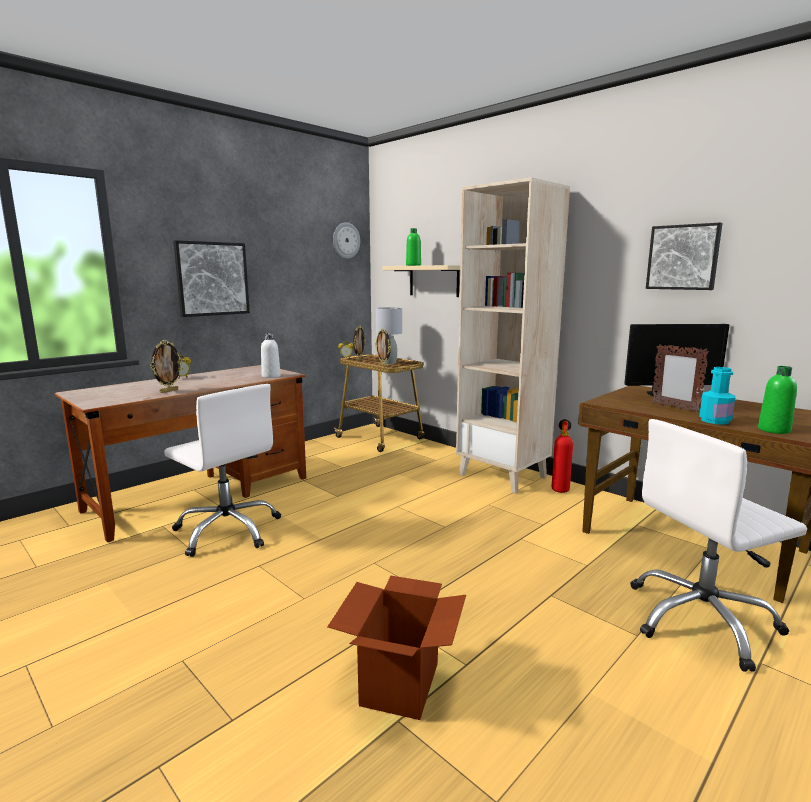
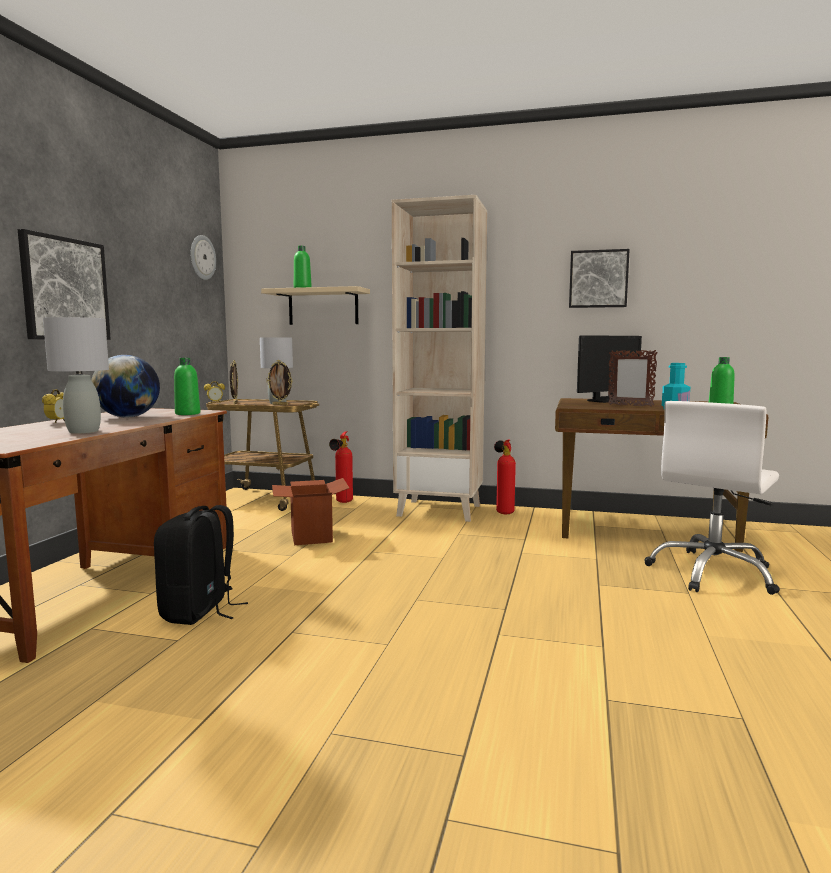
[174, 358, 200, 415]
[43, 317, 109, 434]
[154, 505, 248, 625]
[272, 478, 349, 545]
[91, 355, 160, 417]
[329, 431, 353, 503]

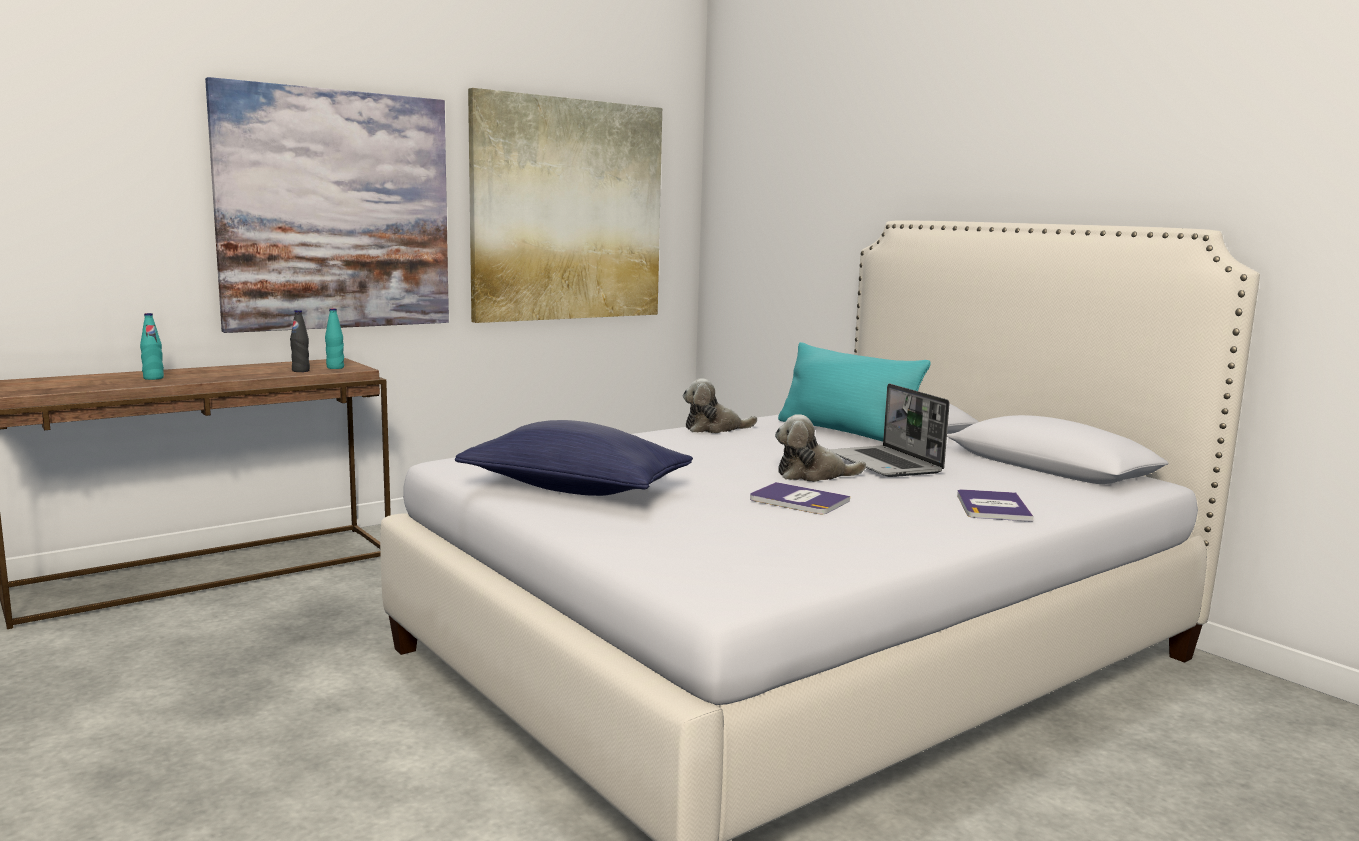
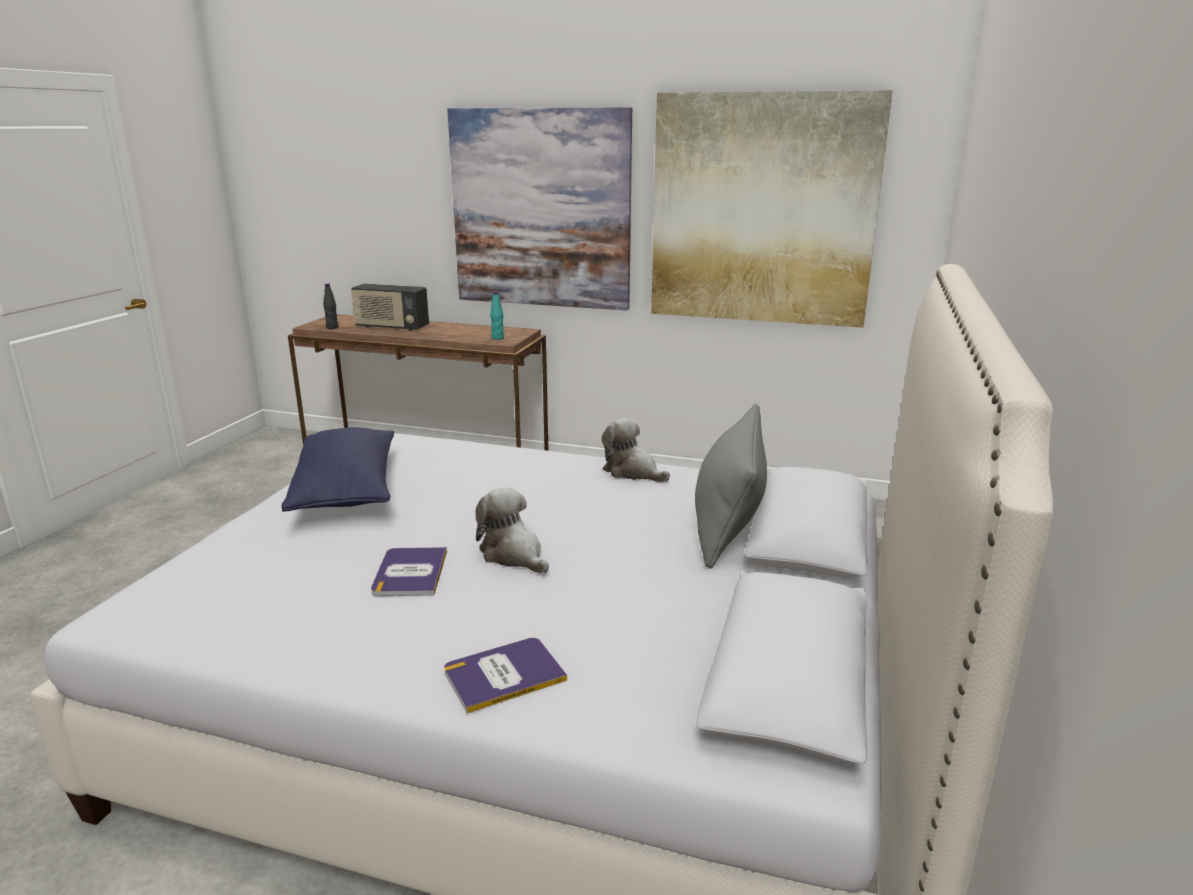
[323, 284, 338, 329]
[351, 284, 429, 331]
[695, 403, 767, 569]
[830, 384, 950, 477] (first image)

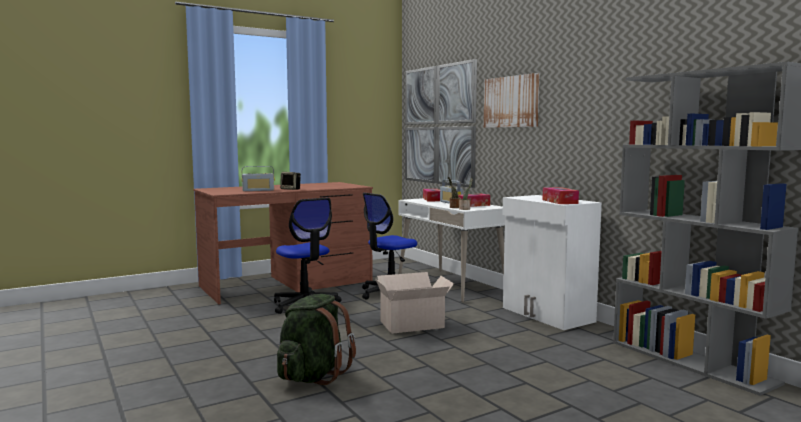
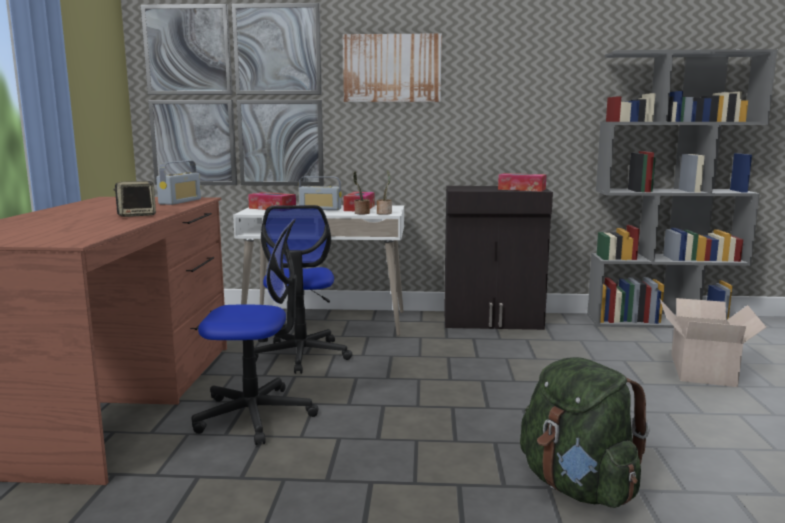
[156, 160, 201, 205]
[444, 186, 553, 330]
[659, 298, 766, 387]

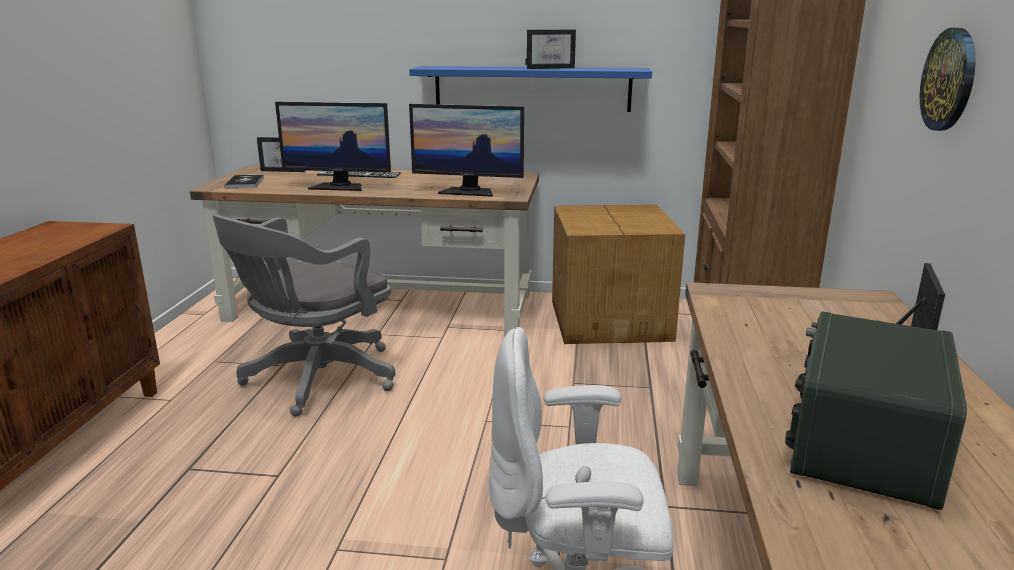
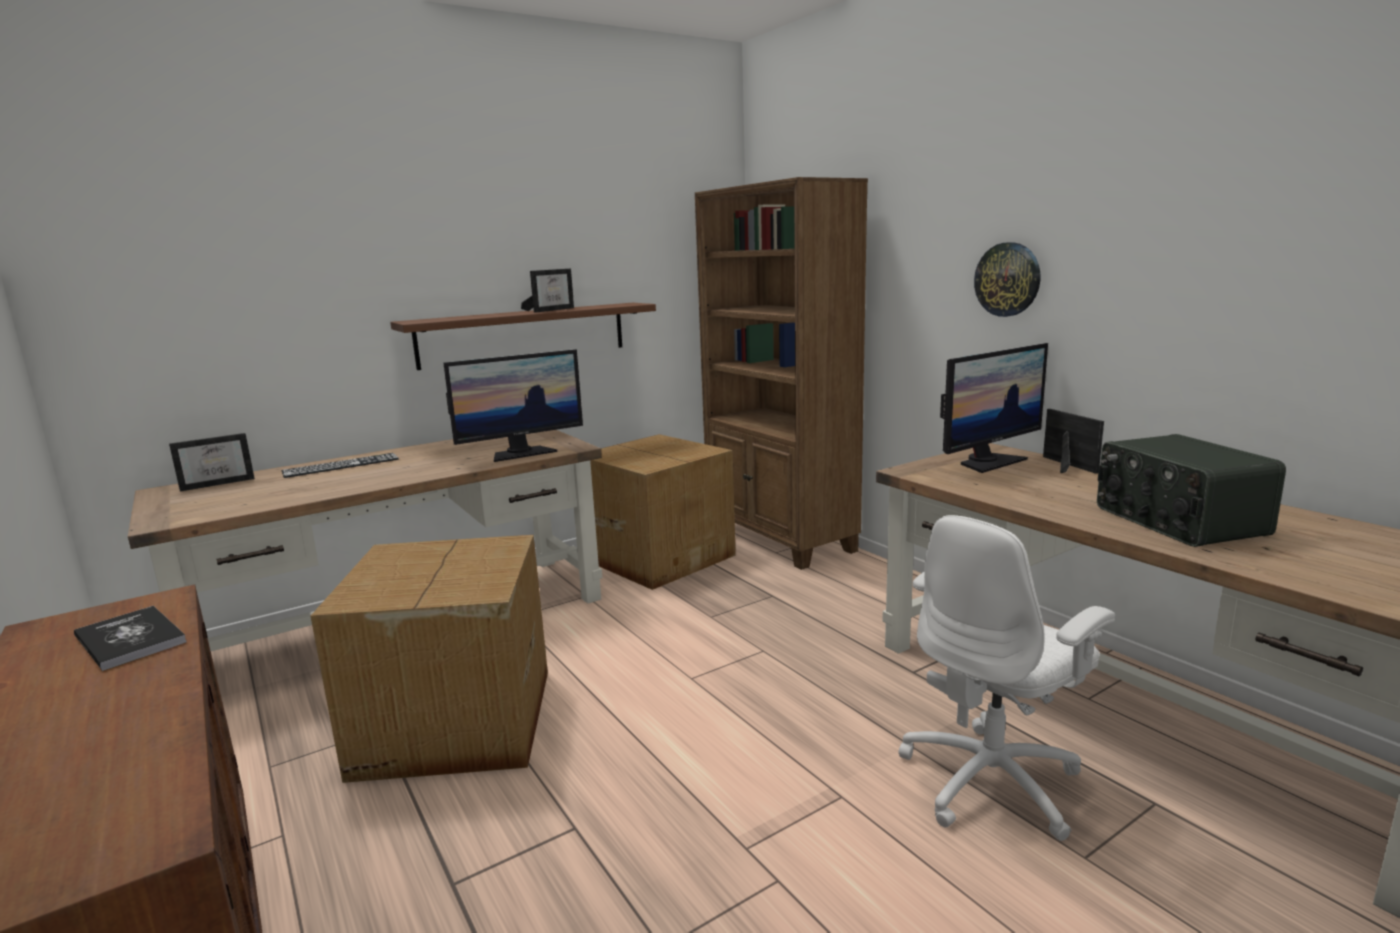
[390, 303, 656, 370]
[940, 343, 1048, 473]
[74, 606, 187, 671]
[311, 535, 548, 783]

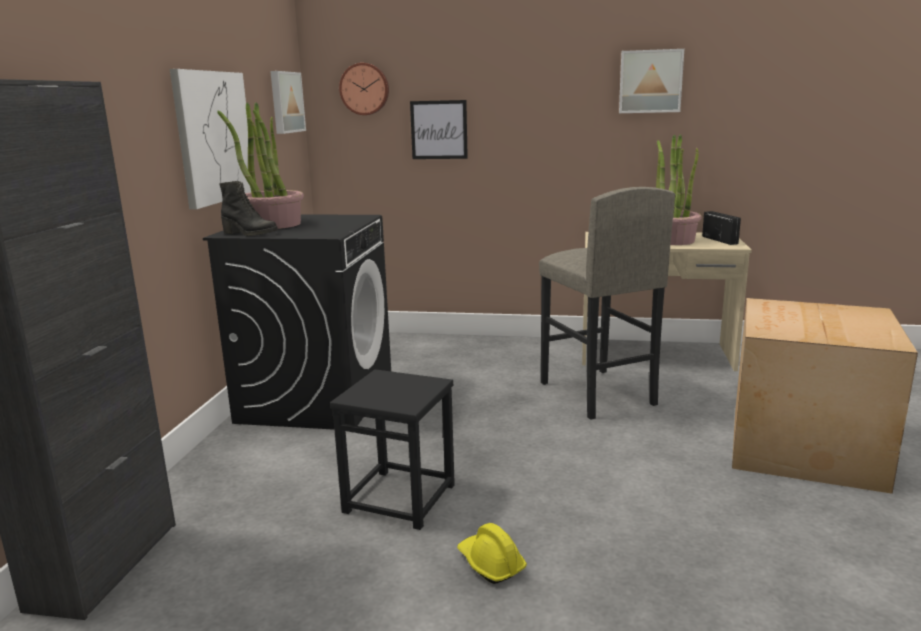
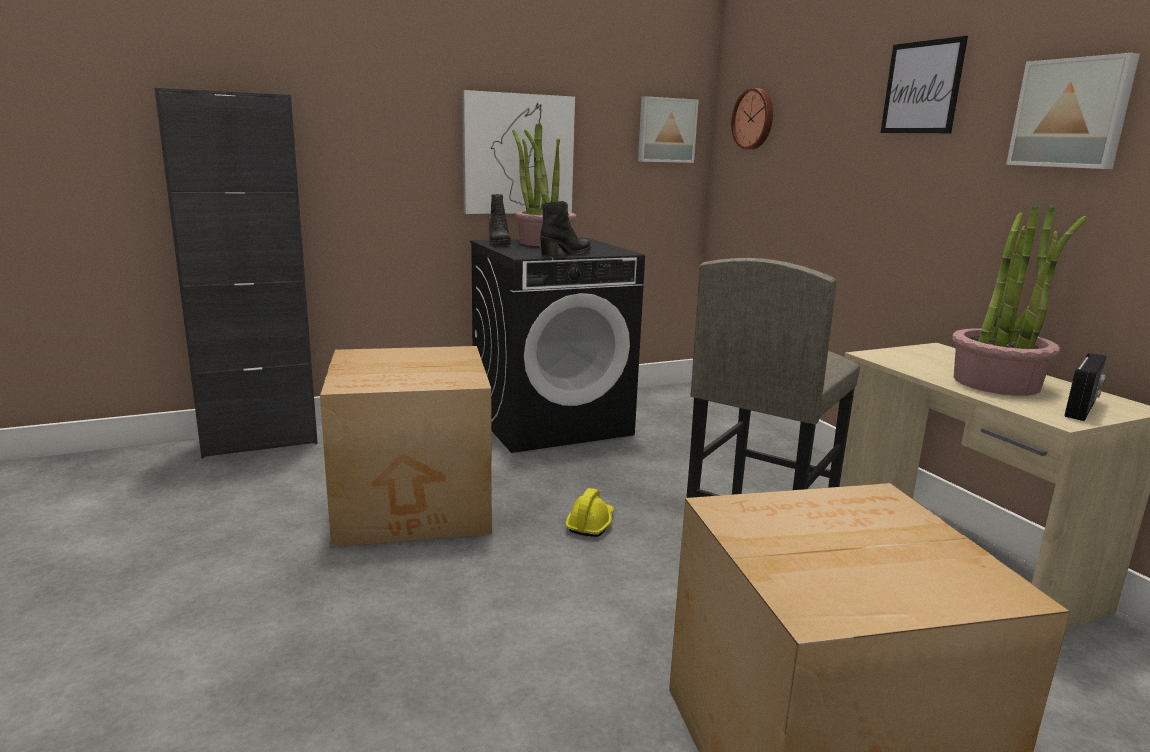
[880, 36, 968, 133]
[320, 346, 492, 547]
[566, 488, 614, 537]
[540, 201, 591, 256]

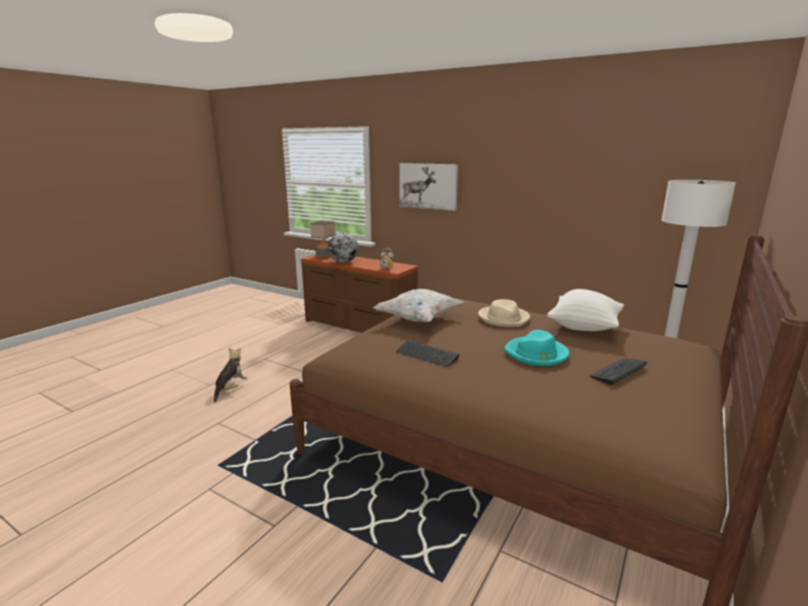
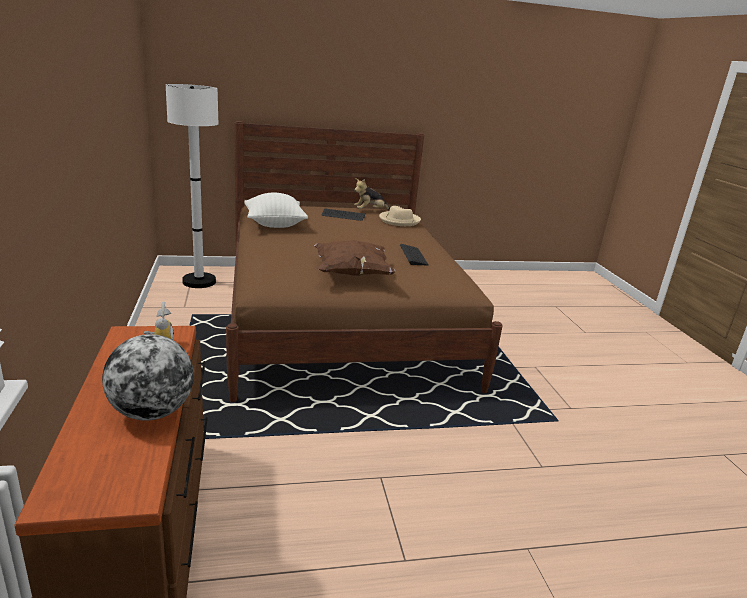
[399, 163, 458, 211] (first image)
[310, 221, 335, 258] (first image)
[314, 240, 396, 276]
[379, 206, 421, 226]
[504, 330, 569, 366] (first image)
[354, 178, 390, 210]

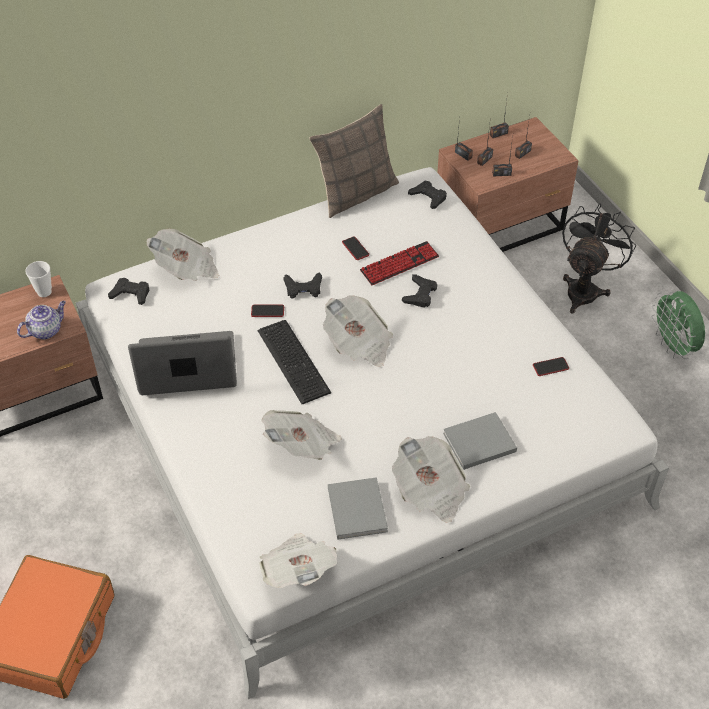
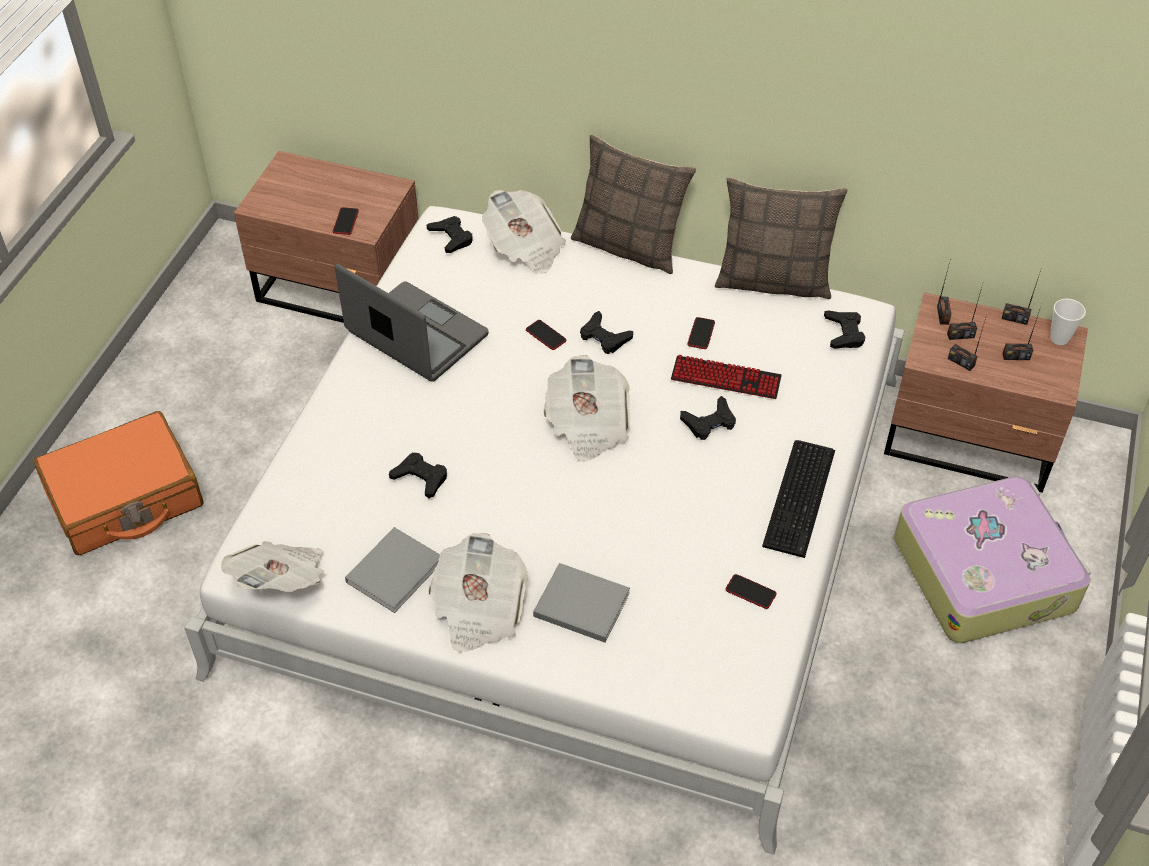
[894, 476, 1091, 643]
[1050, 299, 1086, 345]
[651, 291, 705, 359] (first image)
[333, 207, 359, 235]
[762, 440, 835, 558]
[389, 453, 447, 499]
[571, 134, 696, 274]

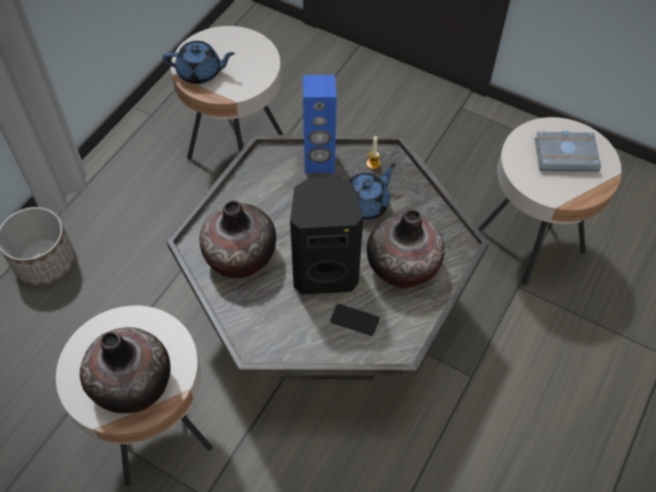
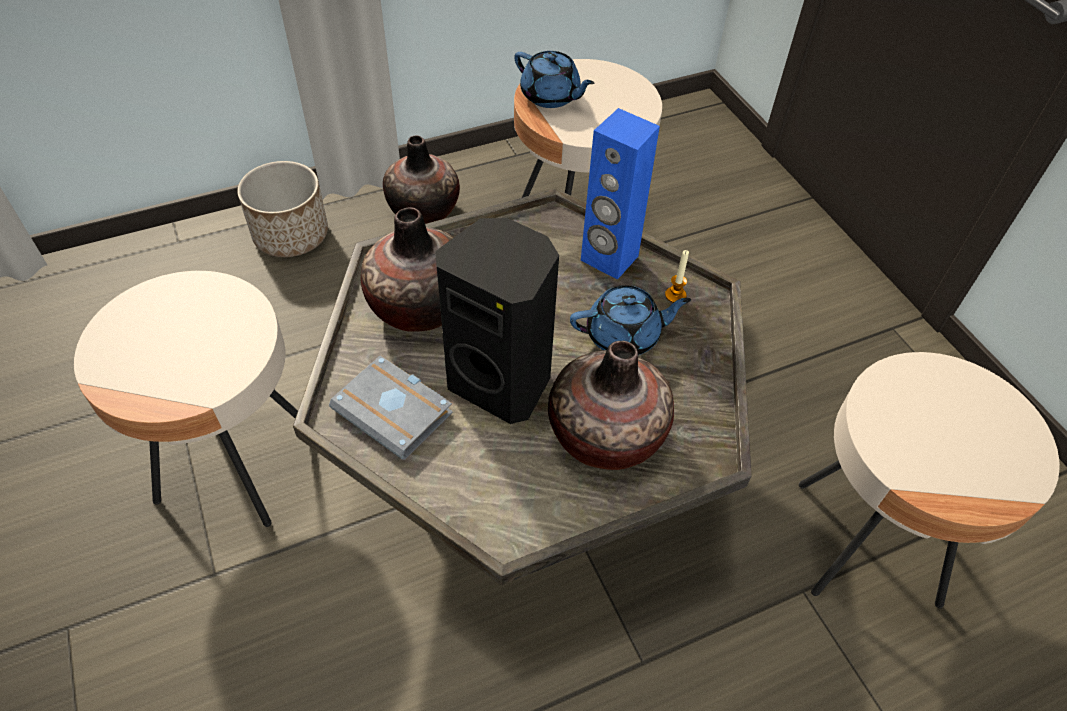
[329, 355, 453, 460]
[330, 304, 380, 336] (first image)
[383, 135, 460, 224]

